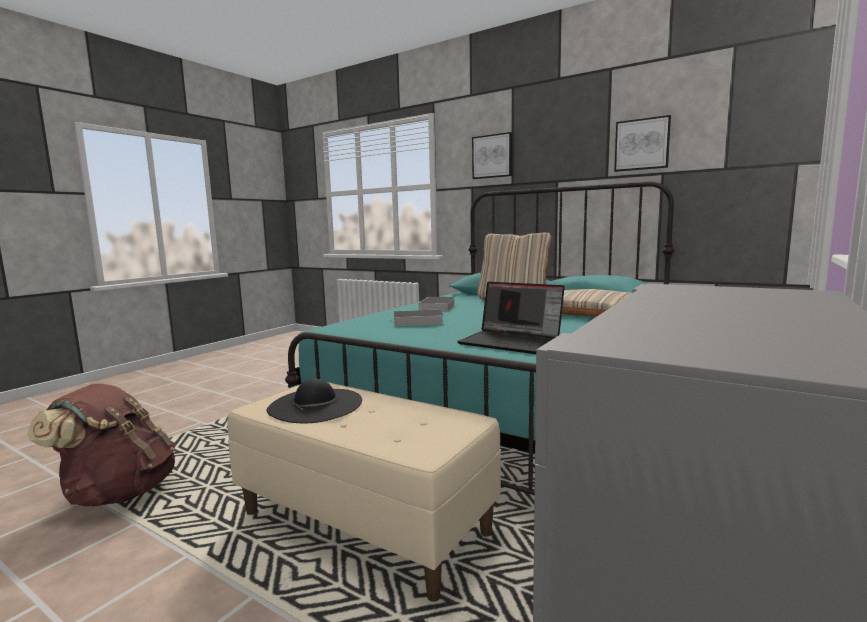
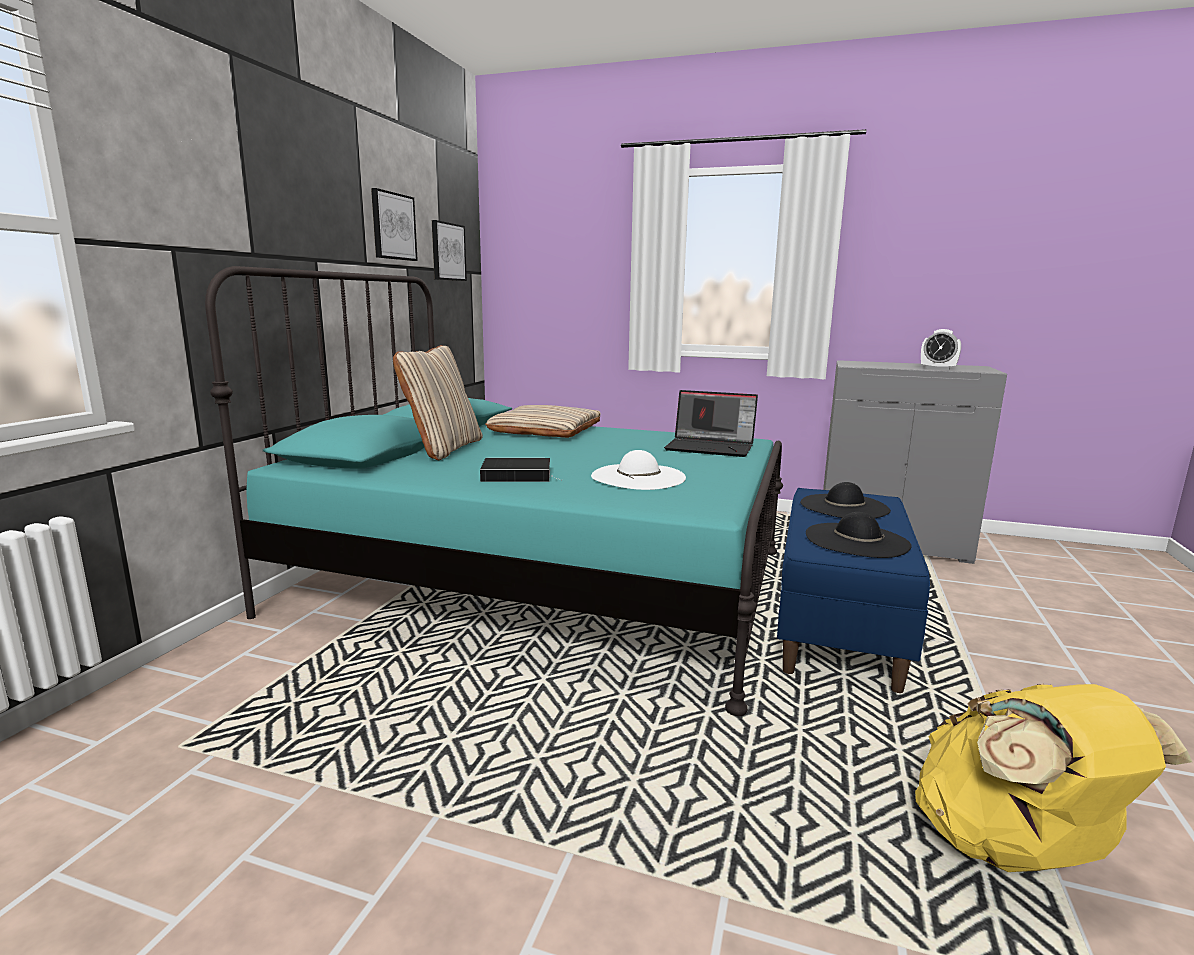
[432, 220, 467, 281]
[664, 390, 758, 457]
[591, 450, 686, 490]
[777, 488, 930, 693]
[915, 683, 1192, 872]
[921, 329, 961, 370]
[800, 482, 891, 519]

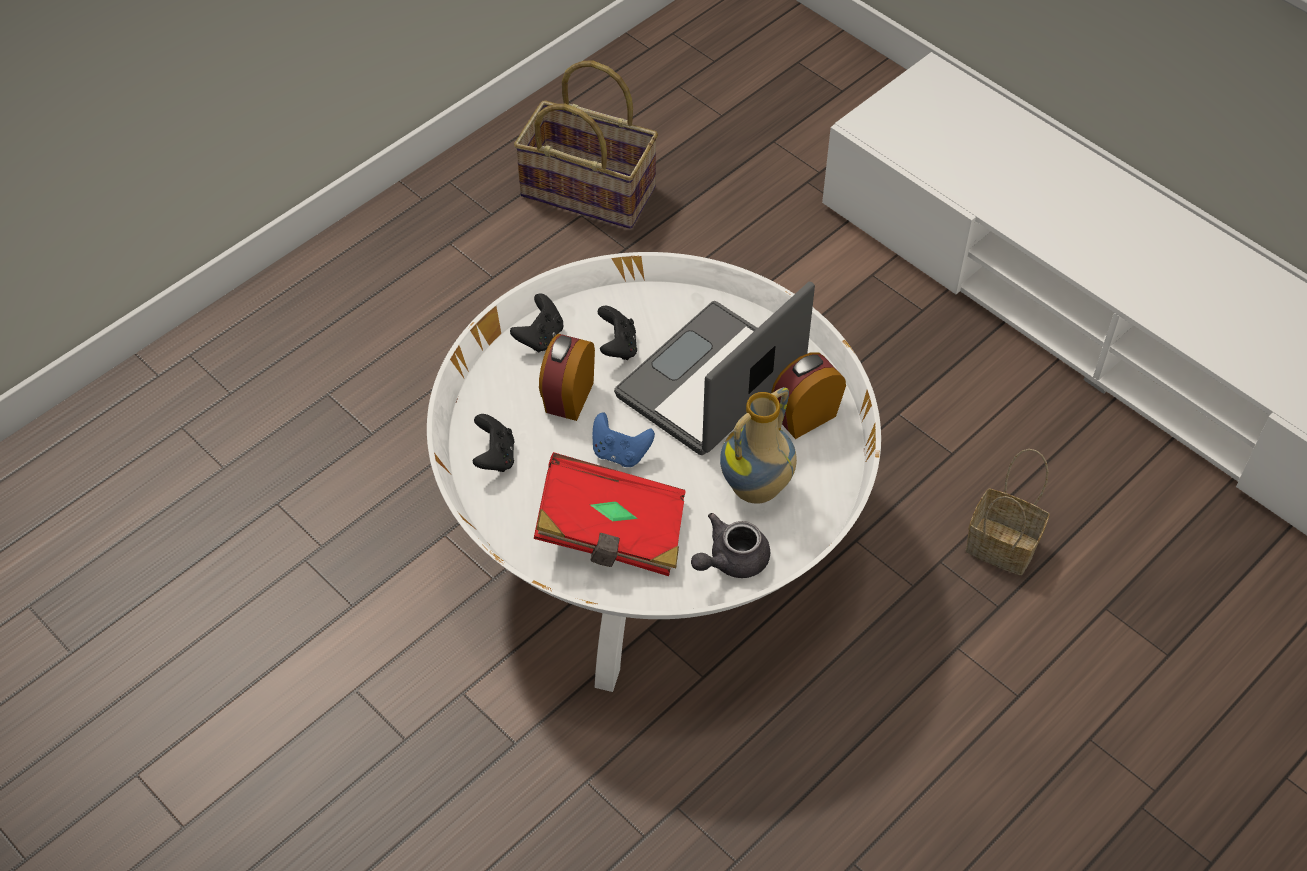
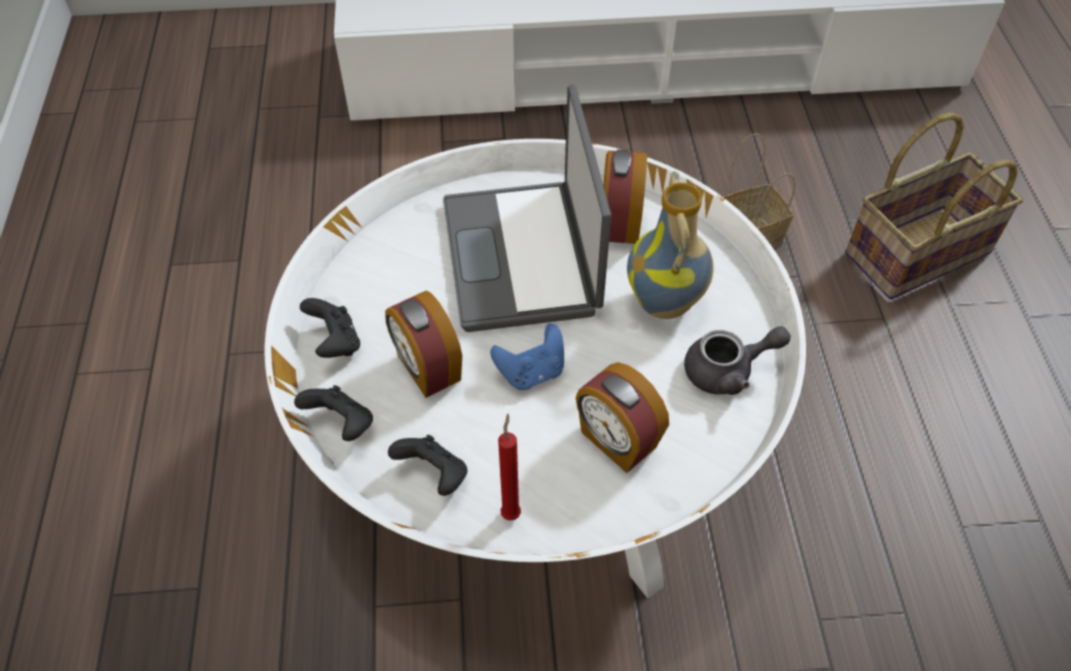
[845, 112, 1023, 300]
[294, 385, 373, 441]
[576, 362, 669, 473]
[684, 326, 791, 395]
[498, 414, 521, 521]

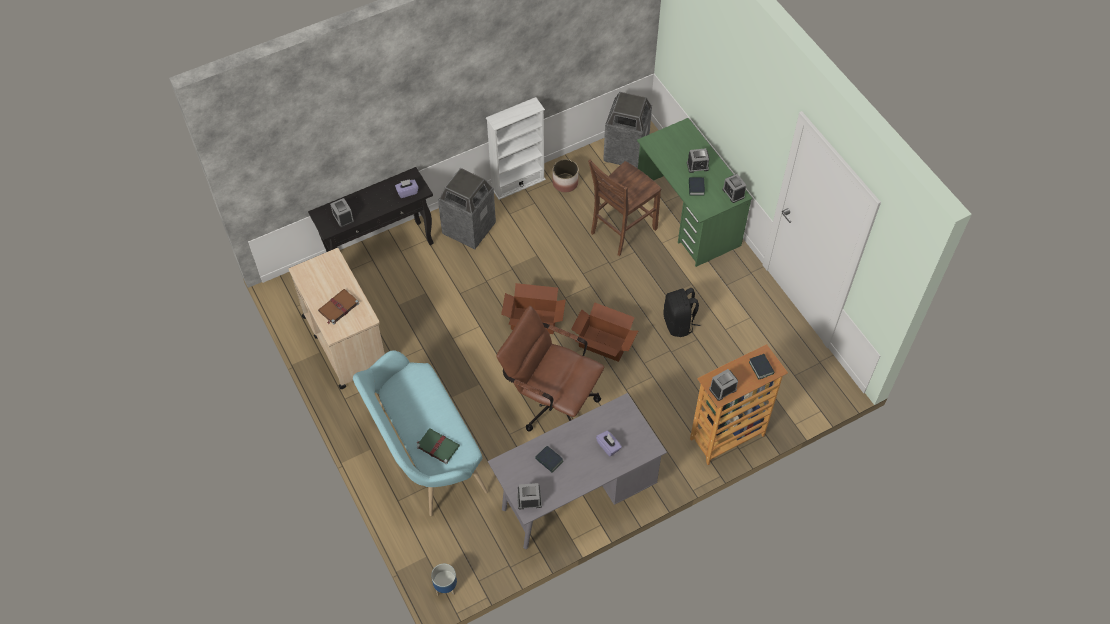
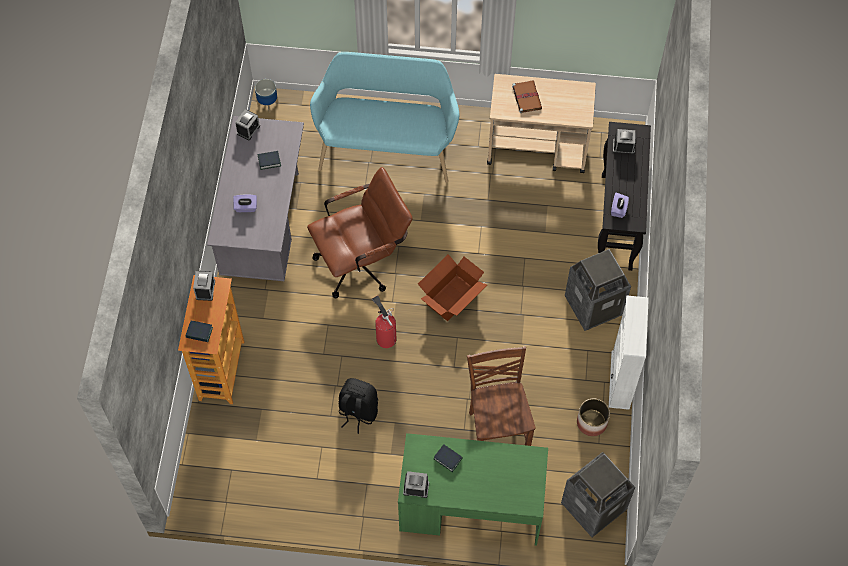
[687, 148, 709, 173] (first image)
[372, 296, 396, 348]
[417, 428, 460, 464] (first image)

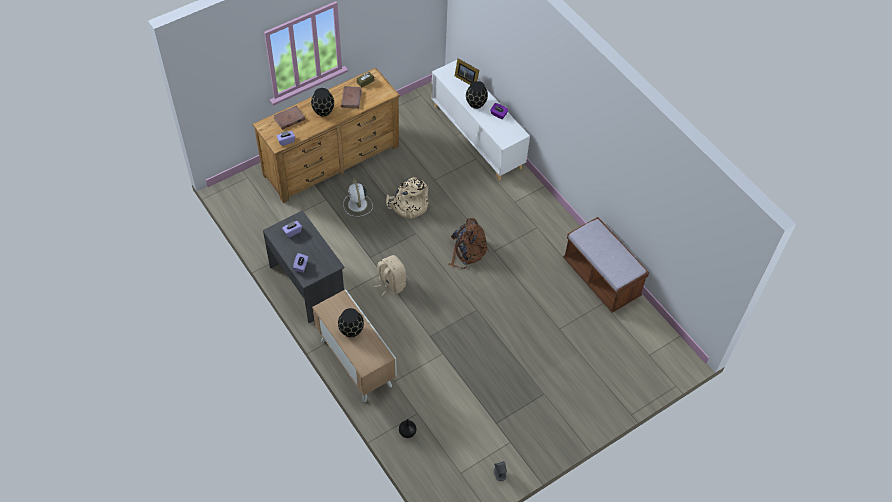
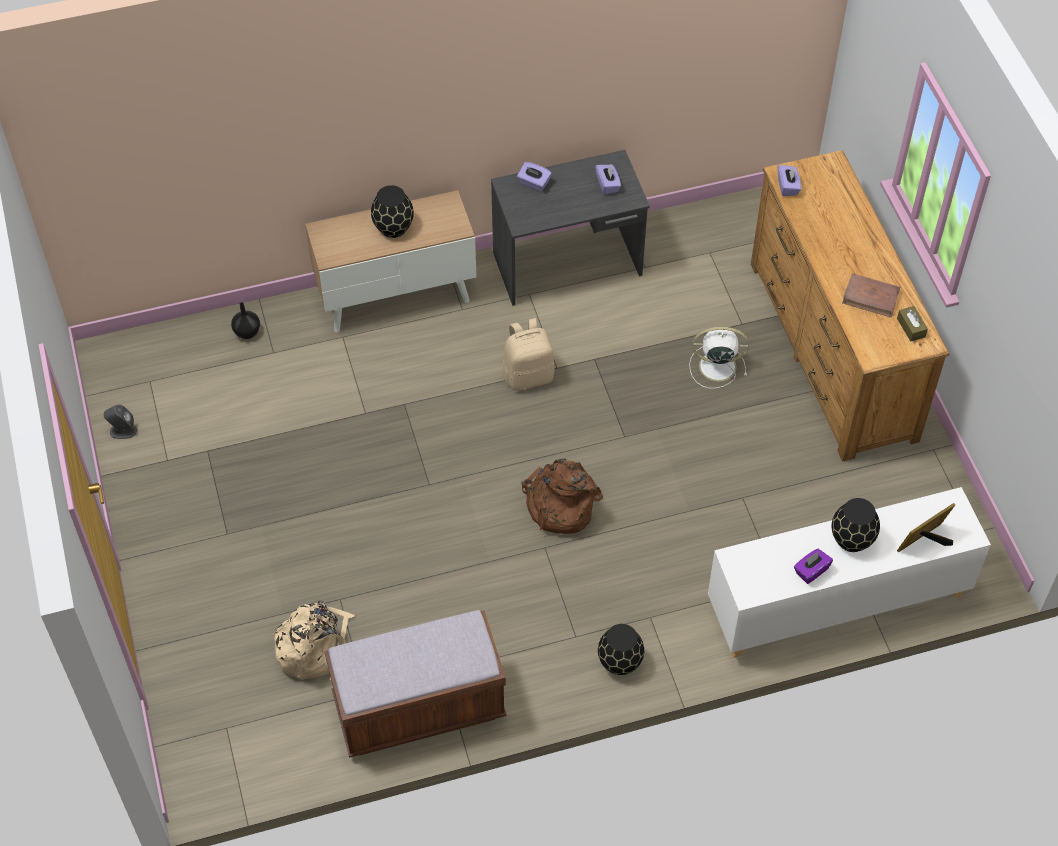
[598, 624, 644, 675]
[274, 106, 305, 130] (first image)
[272, 601, 355, 681]

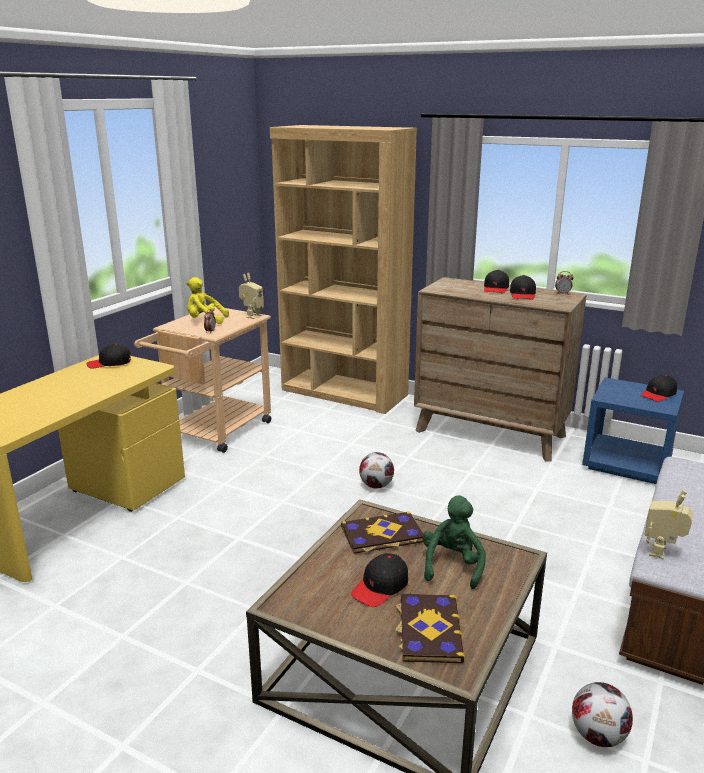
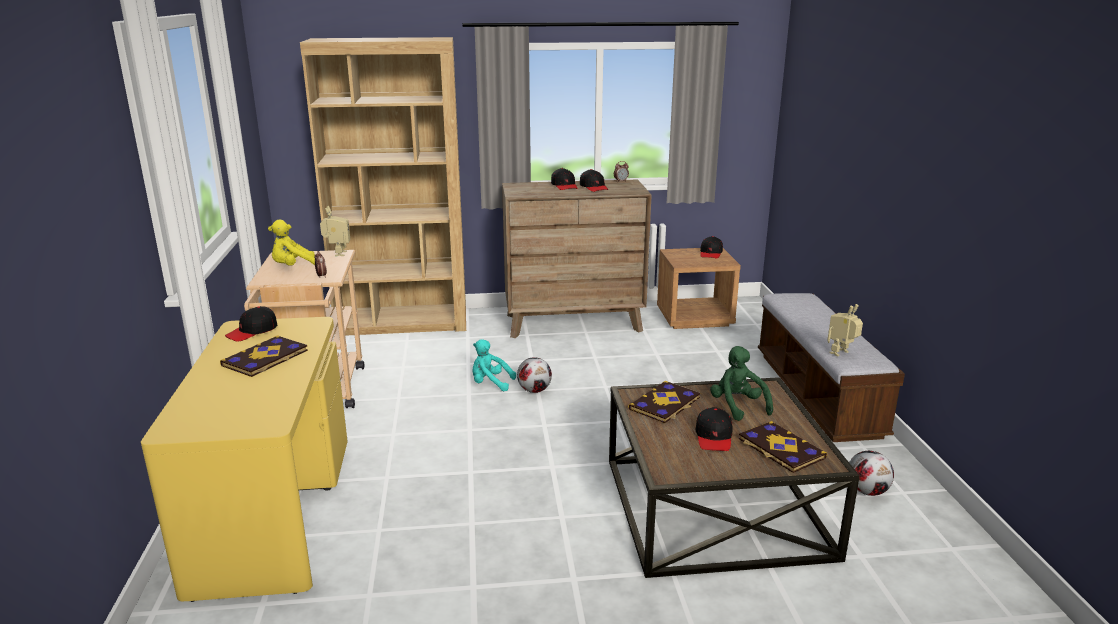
[657, 248, 741, 329]
[827, 304, 863, 356]
[220, 335, 308, 377]
[472, 339, 516, 391]

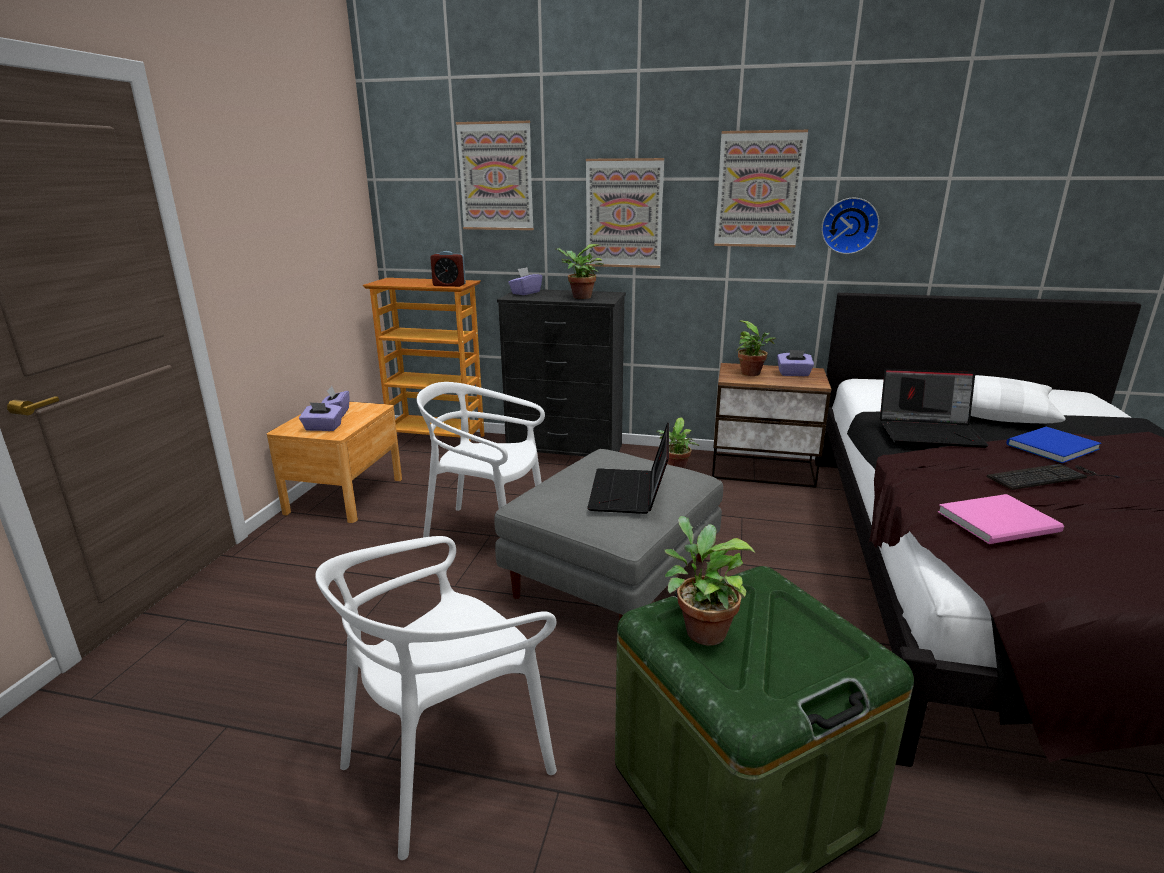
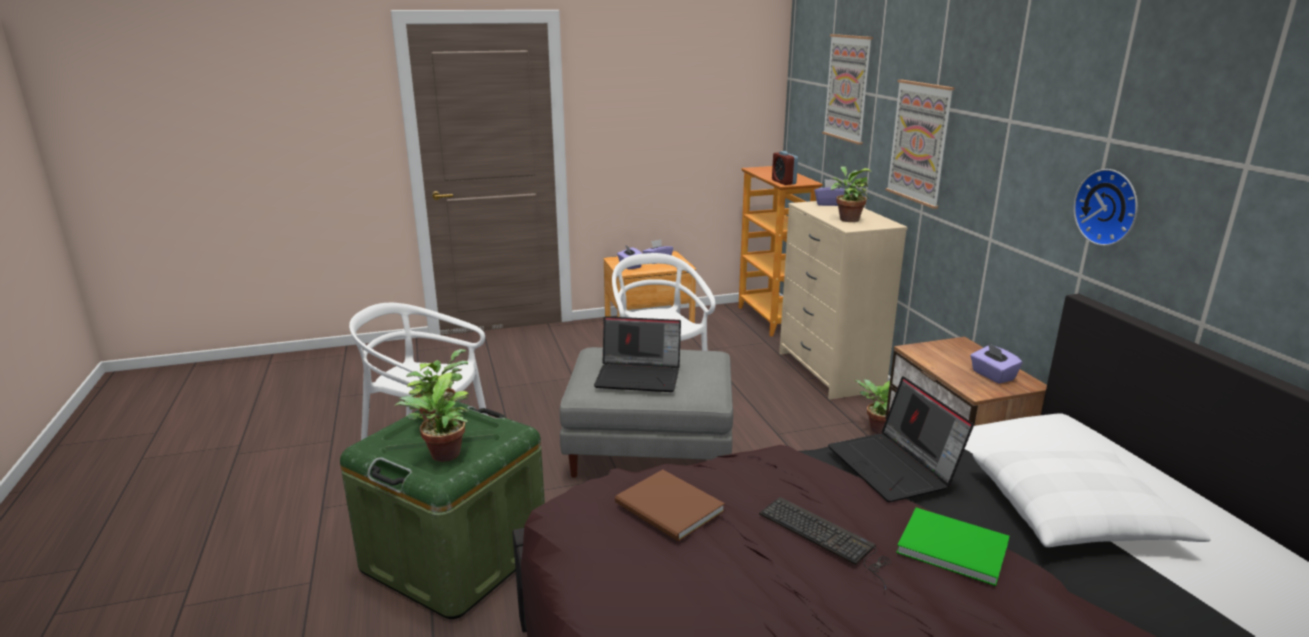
[714, 130, 808, 247] (first image)
[779, 201, 908, 400]
[394, 373, 469, 462]
[594, 316, 681, 392]
[896, 508, 1010, 586]
[615, 470, 725, 541]

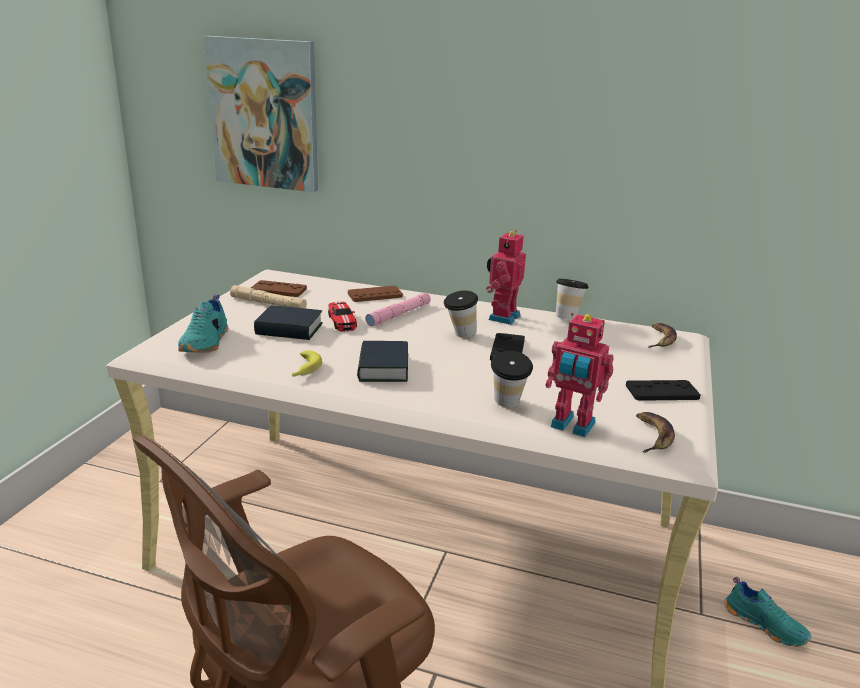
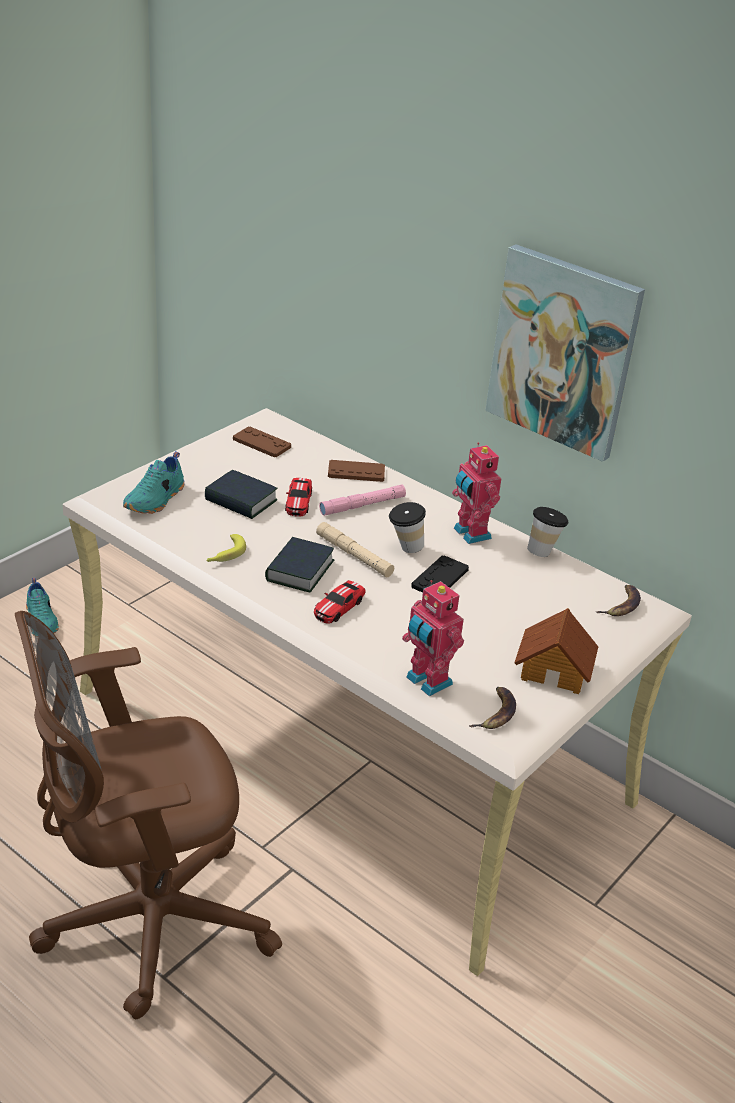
[485, 244, 645, 462]
[452, 442, 502, 544]
[316, 522, 394, 577]
[491, 351, 533, 407] (first image)
[515, 608, 598, 694]
[26, 578, 59, 636]
[314, 580, 366, 624]

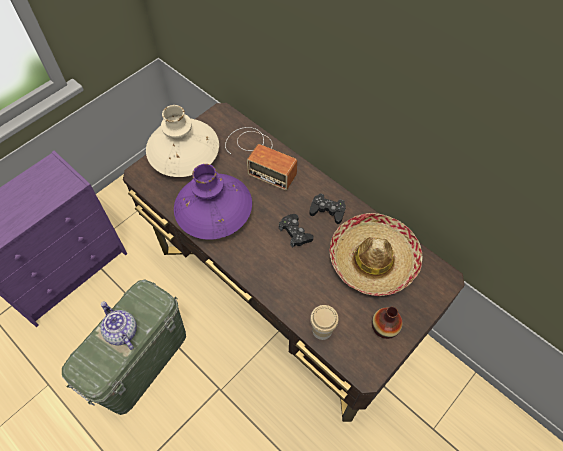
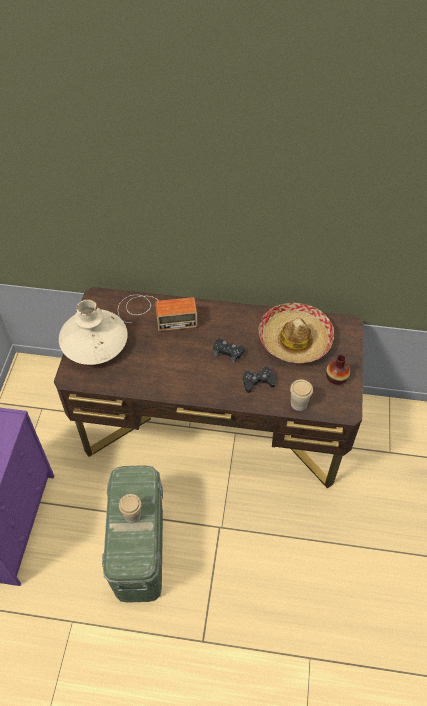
[174, 164, 252, 240] (first image)
[243, 366, 275, 393]
[119, 494, 142, 523]

